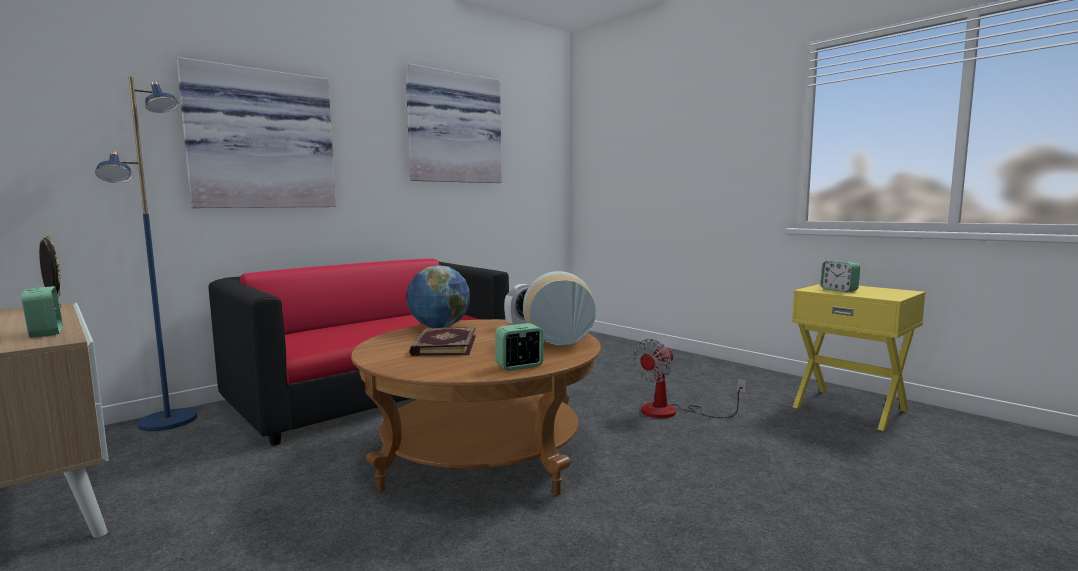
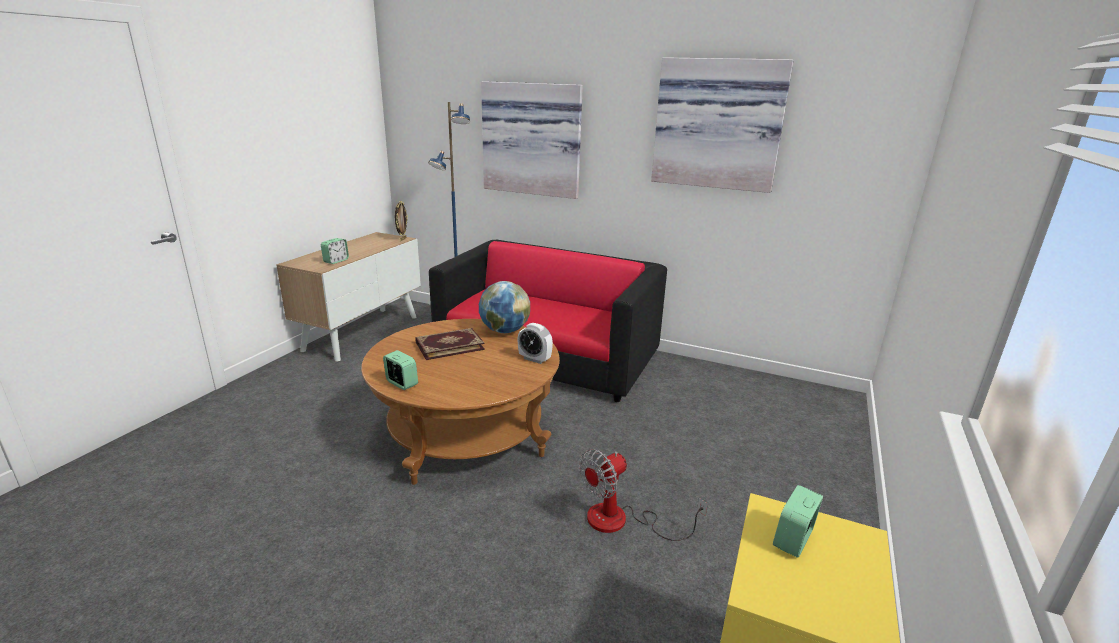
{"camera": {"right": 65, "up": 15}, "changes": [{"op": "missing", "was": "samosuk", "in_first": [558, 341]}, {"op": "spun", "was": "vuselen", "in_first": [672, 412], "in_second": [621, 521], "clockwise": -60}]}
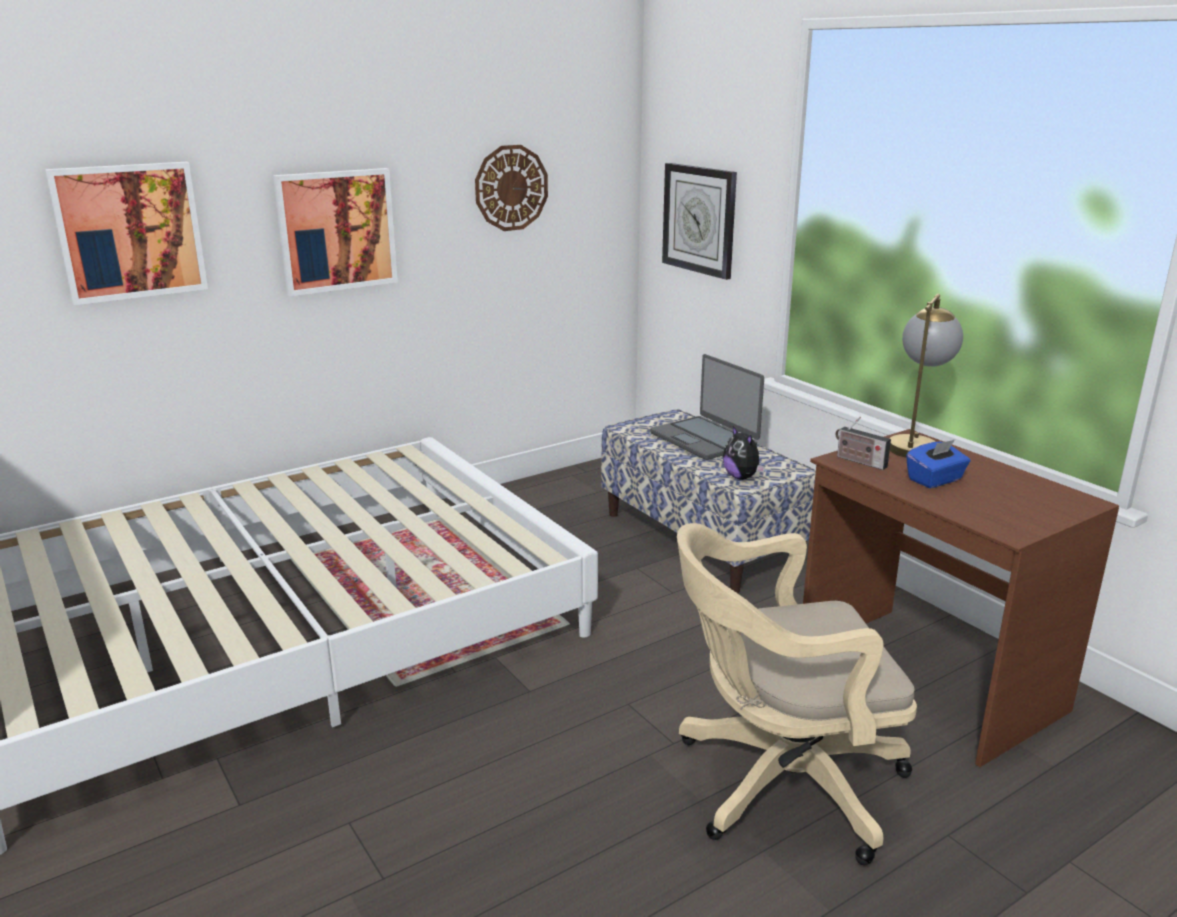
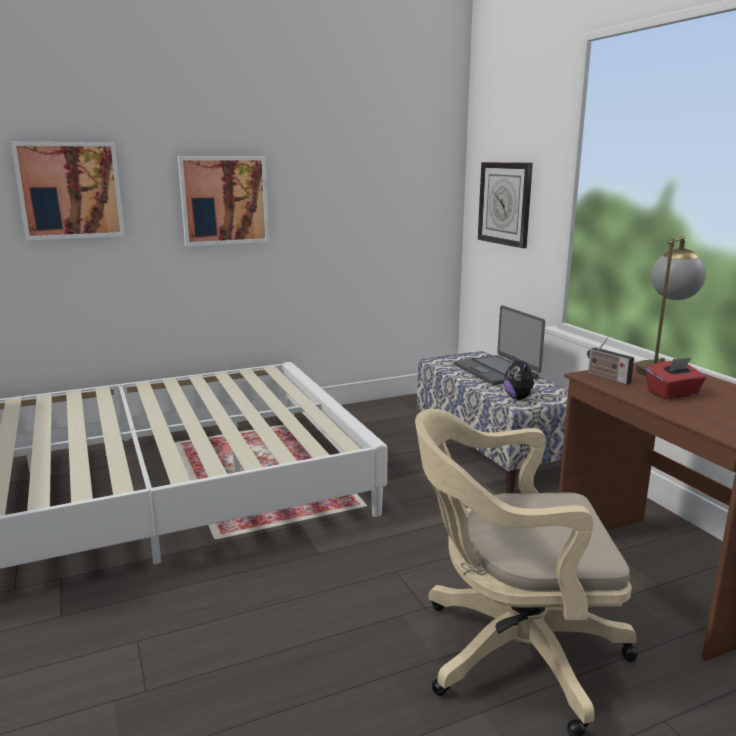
{"camera": {"right": 10, "up": -5}, "changes": [{"op": "missing", "was": "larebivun", "in_first": [511, 188]}, {"op": "colour", "was": "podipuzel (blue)", "now": "podipuzel (red)", "in_first": [935, 480], "in_second": [673, 394]}]}
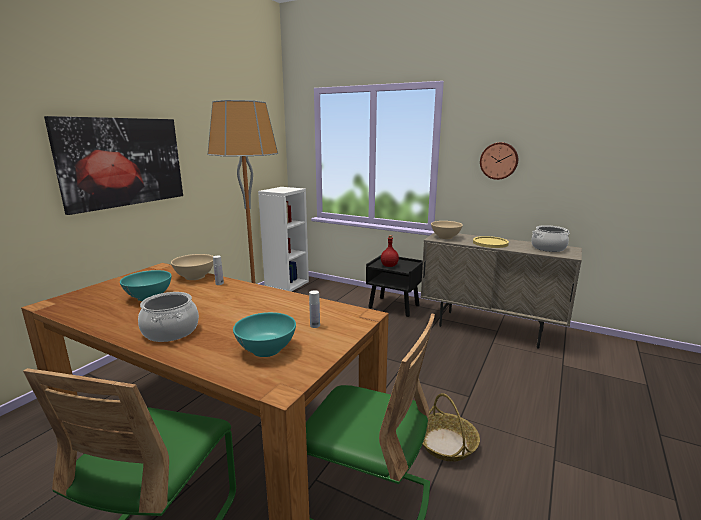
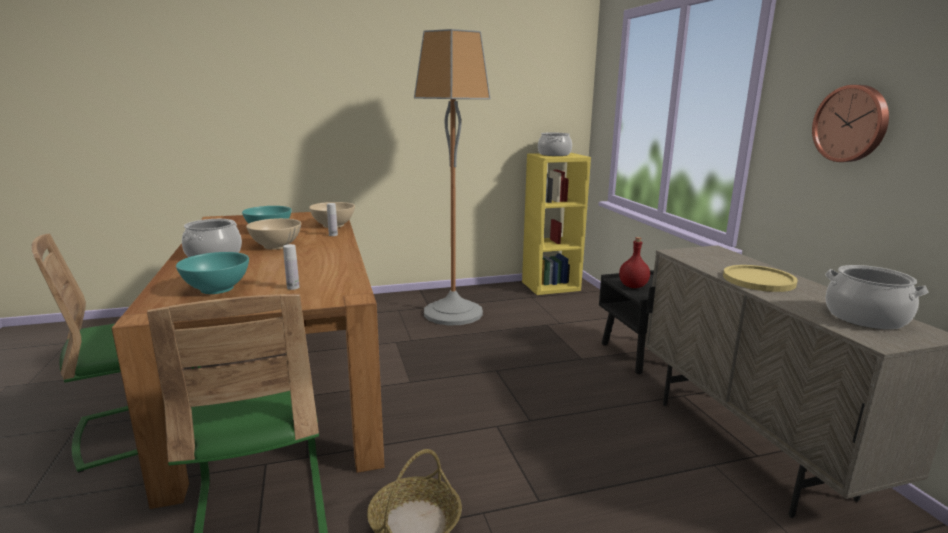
{"camera": {"right": 45, "up": 0}, "changes": [{"op": "missing", "was": "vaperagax", "in_first": [123, 162]}, {"op": "appeared", "now": "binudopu", "in_second": [554, 154]}, {"op": "relocated", "was": "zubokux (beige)", "in_first": [445, 237], "in_second": [276, 246]}, {"op": "colour", "was": "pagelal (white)", "now": "pagelal (yellow)", "in_first": [287, 284], "in_second": [551, 286]}]}
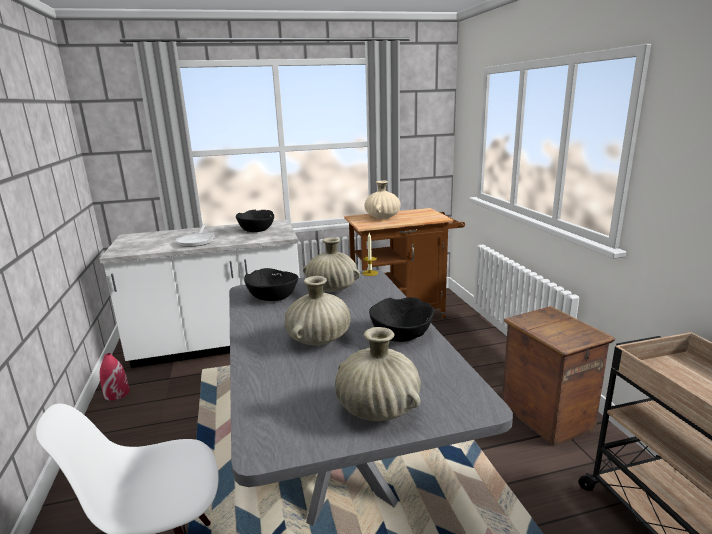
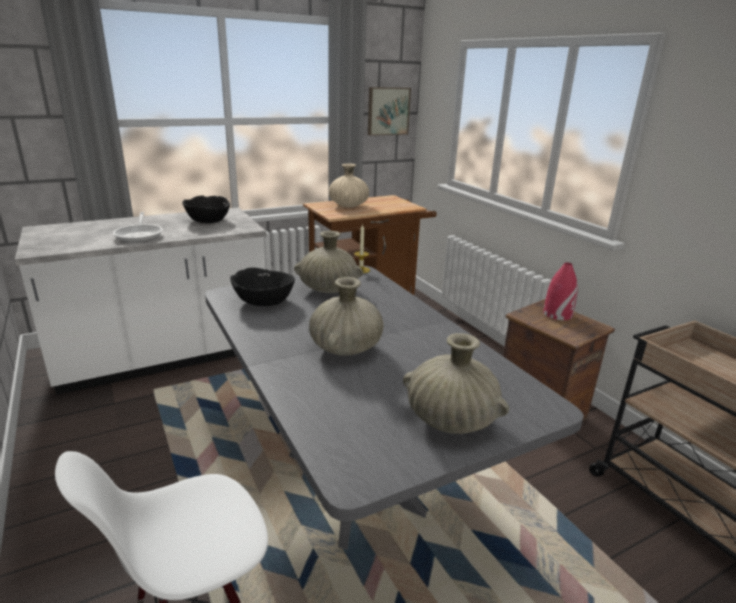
{"camera": {"right": -15, "up": 5}, "changes": [{"op": "missing", "was": "zubokux (black)", "in_first": [401, 334]}, {"op": "appeared", "now": "vaperagax", "in_second": [387, 111]}, {"op": "relocated", "was": "samosuk (red)", "in_first": [116, 393], "in_second": [557, 314]}]}
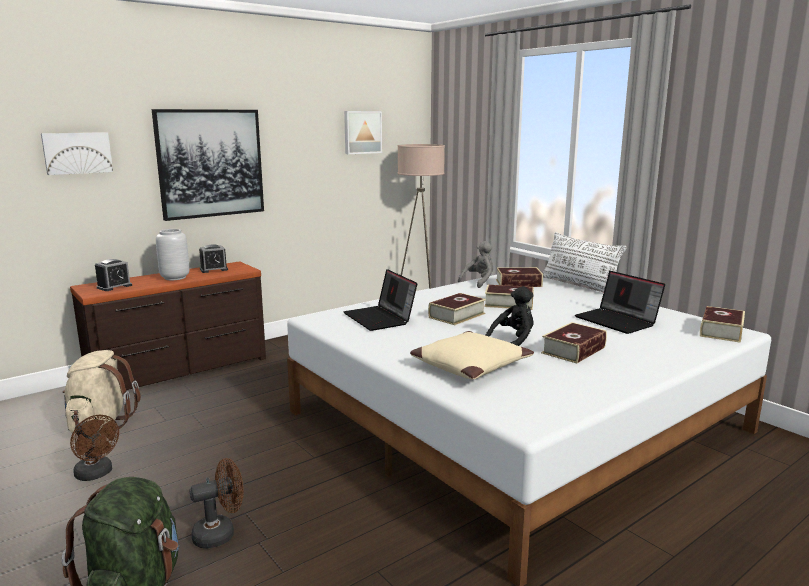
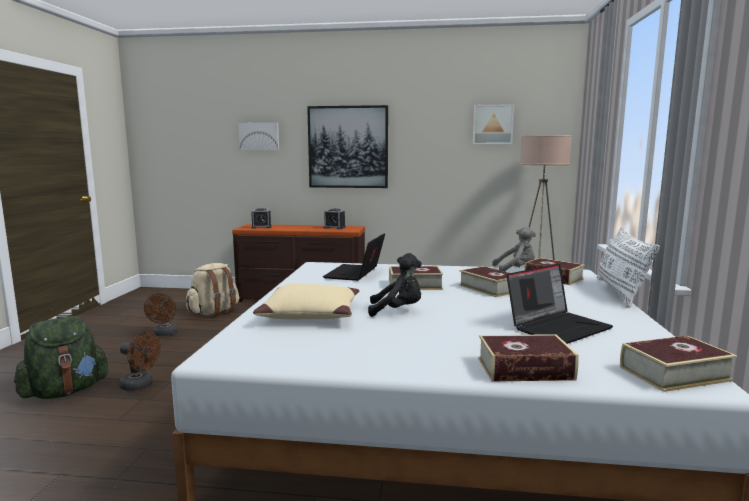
{"camera": {"right": 45, "up": -5}, "changes": [{"op": "missing", "was": "samosuk (grey)", "in_first": [175, 278]}, {"op": "relocated", "was": "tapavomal", "in_first": [573, 350], "in_second": [525, 369]}, {"op": "spun", "was": "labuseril", "in_first": [618, 321], "in_second": [558, 327], "clockwise": -135}]}
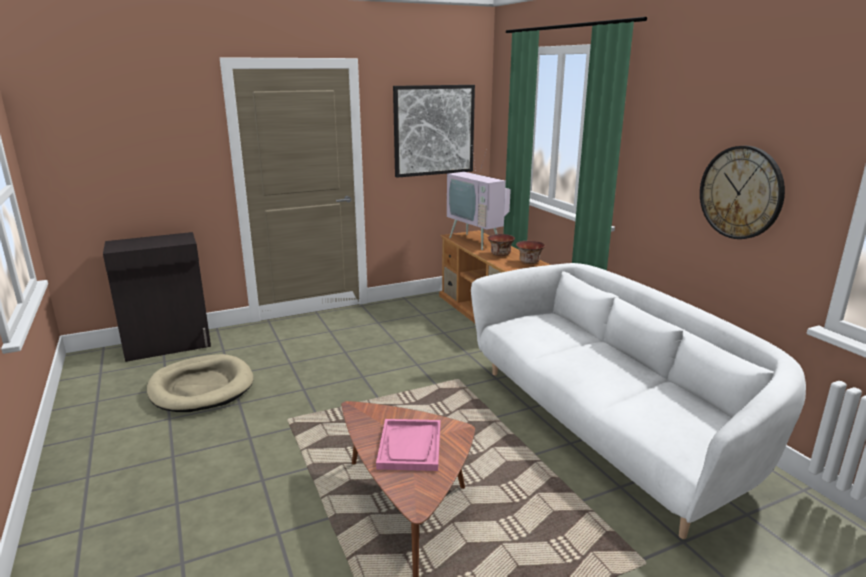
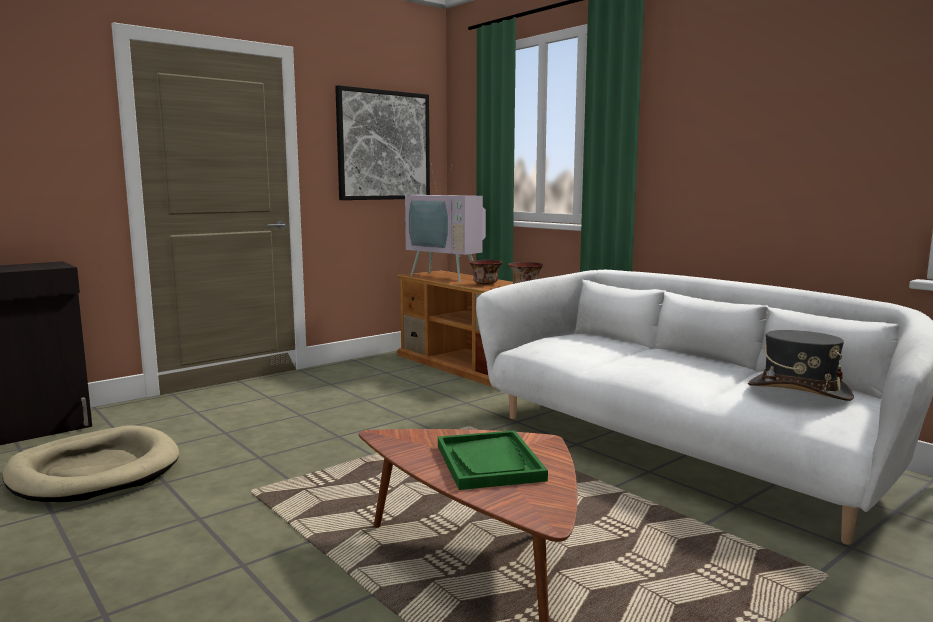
{"camera": {"right": -15, "up": -10}, "changes": [{"op": "missing", "was": "larebivun", "in_first": [741, 192]}, {"op": "appeared", "now": "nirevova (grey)", "in_second": [798, 391]}, {"op": "colour", "was": "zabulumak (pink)", "now": "zabulumak (green)", "in_first": [410, 446], "in_second": [489, 462]}]}
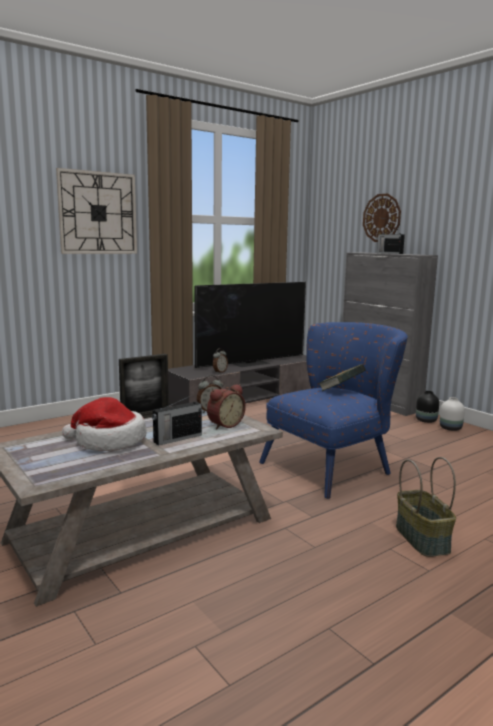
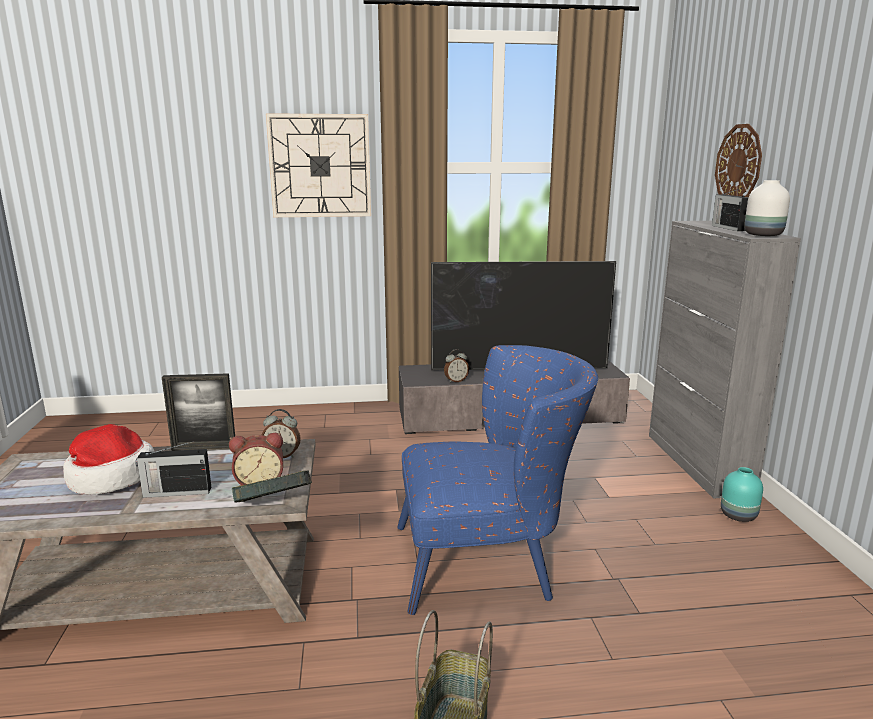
{"camera": {"right": 30, "up": 5}, "changes": [{"op": "relocated", "was": "tapavomal", "in_first": [341, 390], "in_second": [274, 507]}, {"op": "relocated", "was": "samosuk (white)", "in_first": [450, 428], "in_second": [764, 235]}, {"op": "colour", "was": "samosuk (black)", "now": "samosuk (turquoise)", "in_first": [426, 420], "in_second": [739, 516]}]}
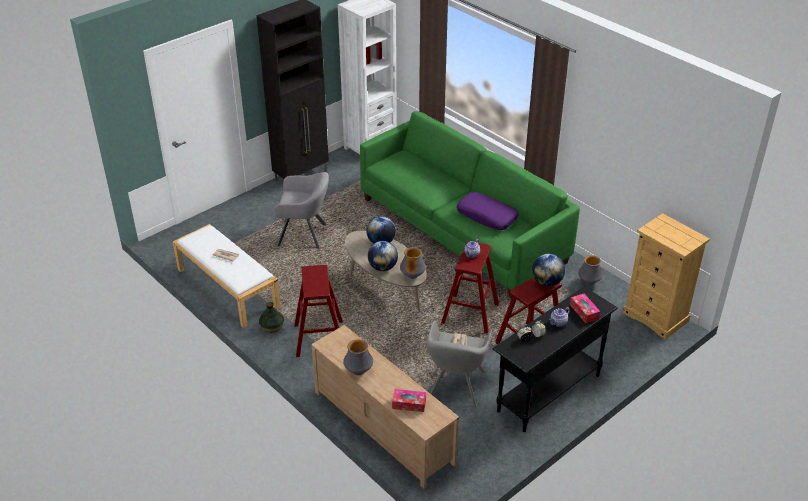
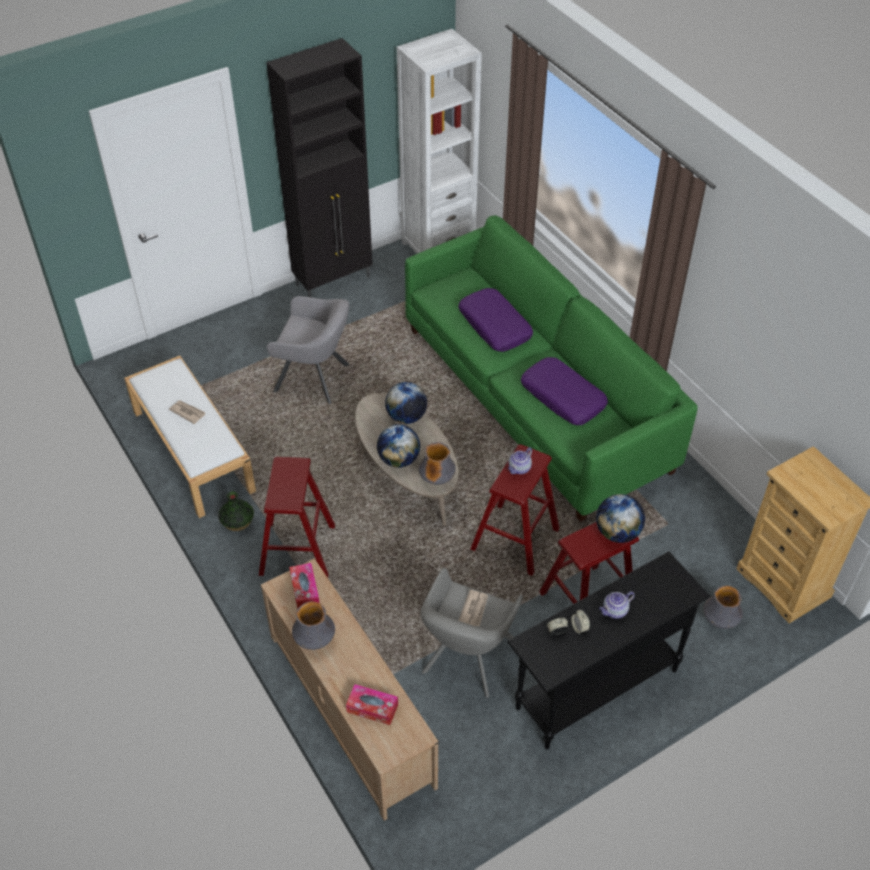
{"camera": {"right": 10, "up": 10}, "changes": [{"op": "appeared", "now": "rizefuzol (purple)", "in_second": [495, 326]}, {"op": "relocated", "was": "podipuzel", "in_first": [584, 312], "in_second": [305, 590]}, {"op": "relocated", "was": "samosuk", "in_first": [589, 282], "in_second": [719, 621]}]}
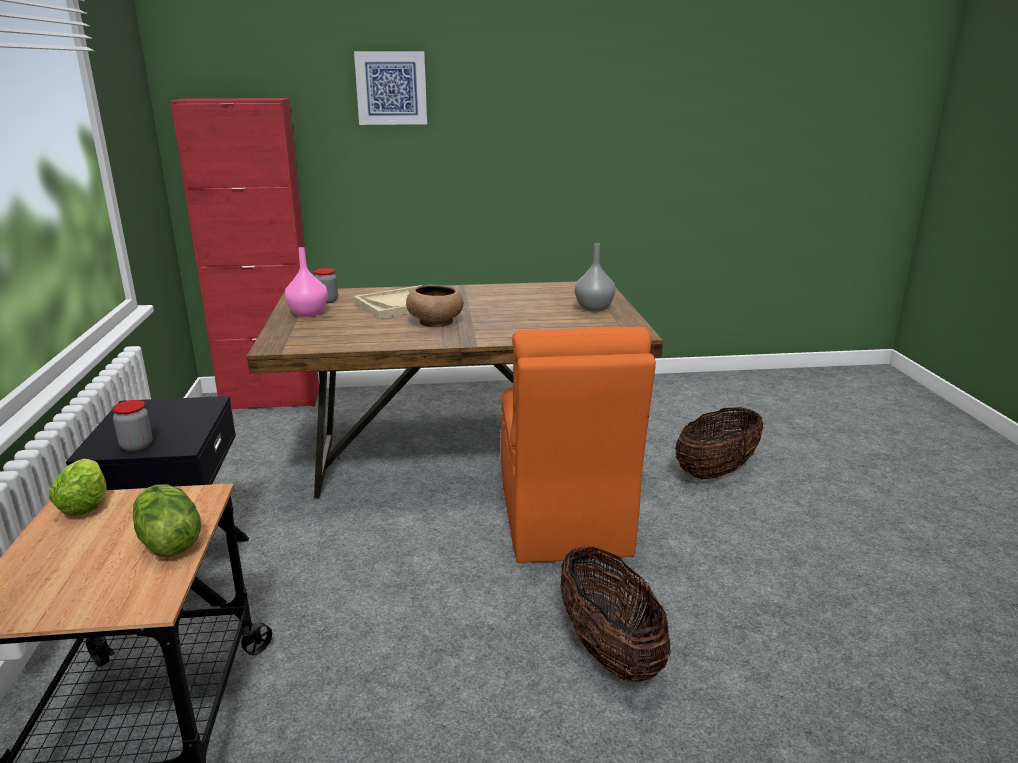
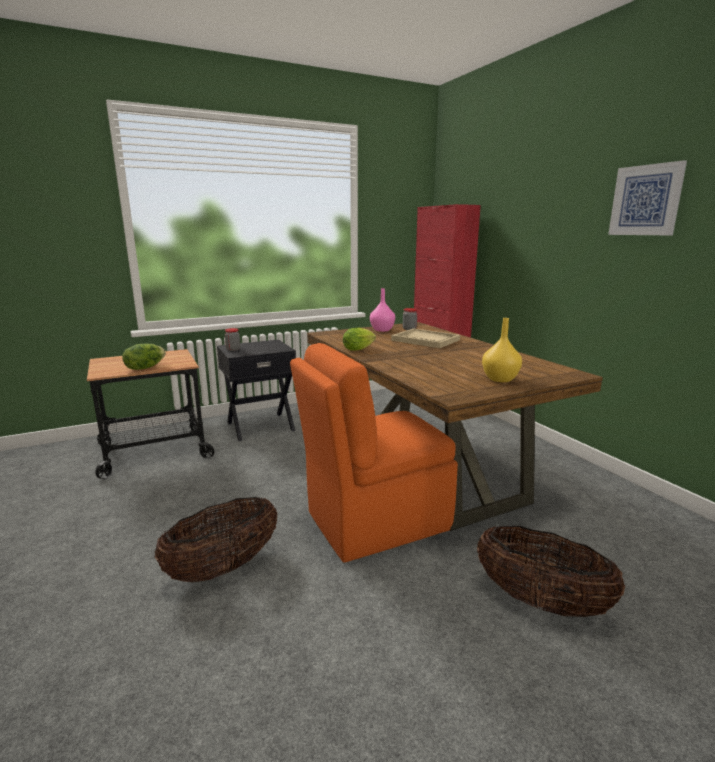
{"camera": {"right": 70, "up": -5}, "changes": [{"op": "missing", "was": "zubokux (brown)", "in_first": [436, 322]}, {"op": "relocated", "was": "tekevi", "in_first": [86, 503], "in_second": [360, 349]}, {"op": "relocated", "was": "vaperagax", "in_first": [391, 88], "in_second": [646, 200]}, {"op": "colour", "was": "samosuk (grey)", "now": "samosuk (yellow)", "in_first": [594, 309], "in_second": [499, 379]}]}
